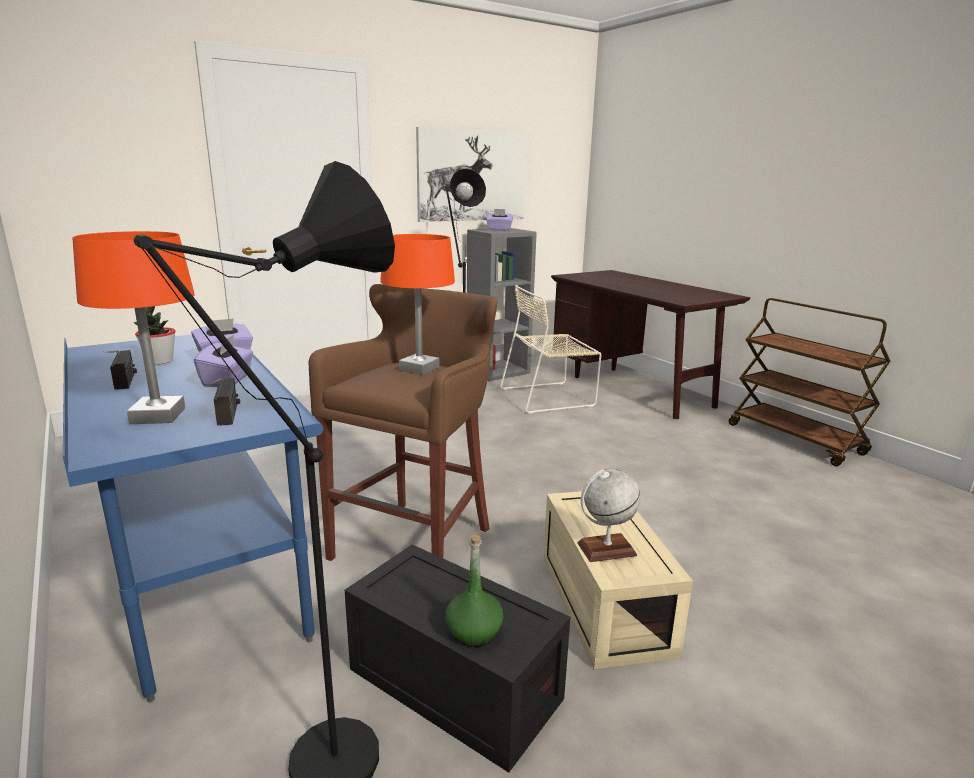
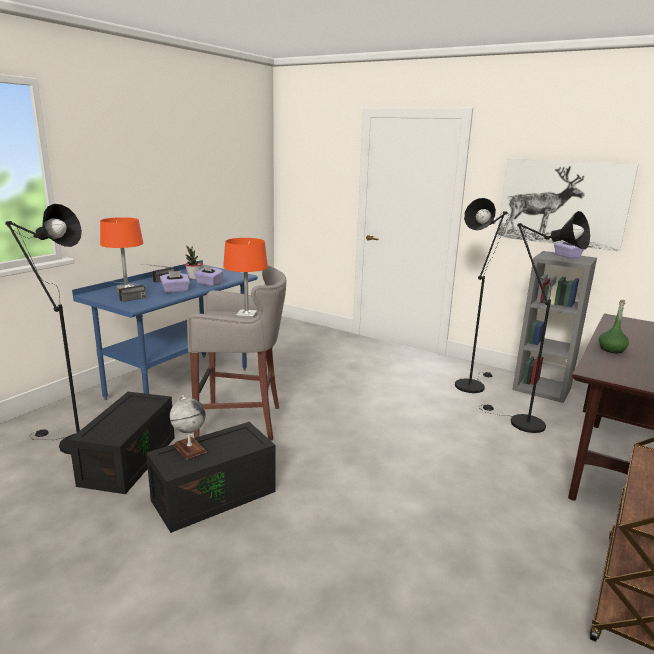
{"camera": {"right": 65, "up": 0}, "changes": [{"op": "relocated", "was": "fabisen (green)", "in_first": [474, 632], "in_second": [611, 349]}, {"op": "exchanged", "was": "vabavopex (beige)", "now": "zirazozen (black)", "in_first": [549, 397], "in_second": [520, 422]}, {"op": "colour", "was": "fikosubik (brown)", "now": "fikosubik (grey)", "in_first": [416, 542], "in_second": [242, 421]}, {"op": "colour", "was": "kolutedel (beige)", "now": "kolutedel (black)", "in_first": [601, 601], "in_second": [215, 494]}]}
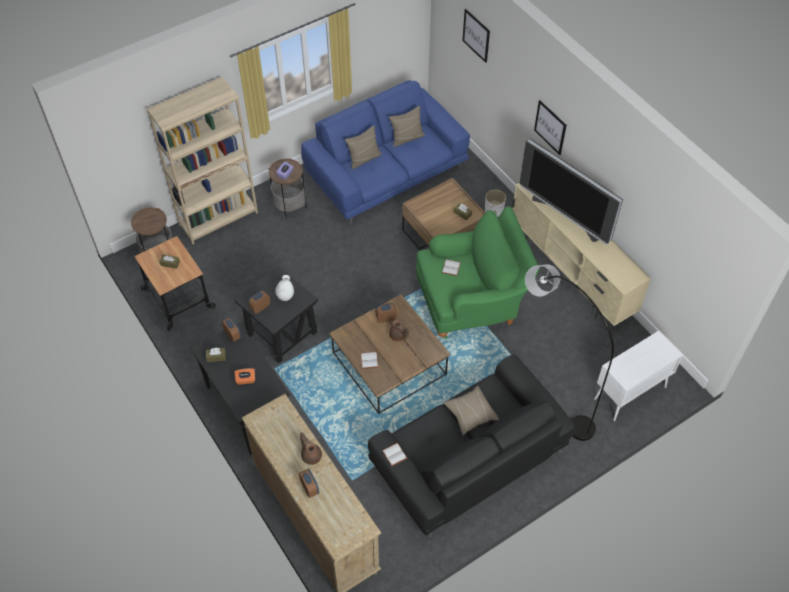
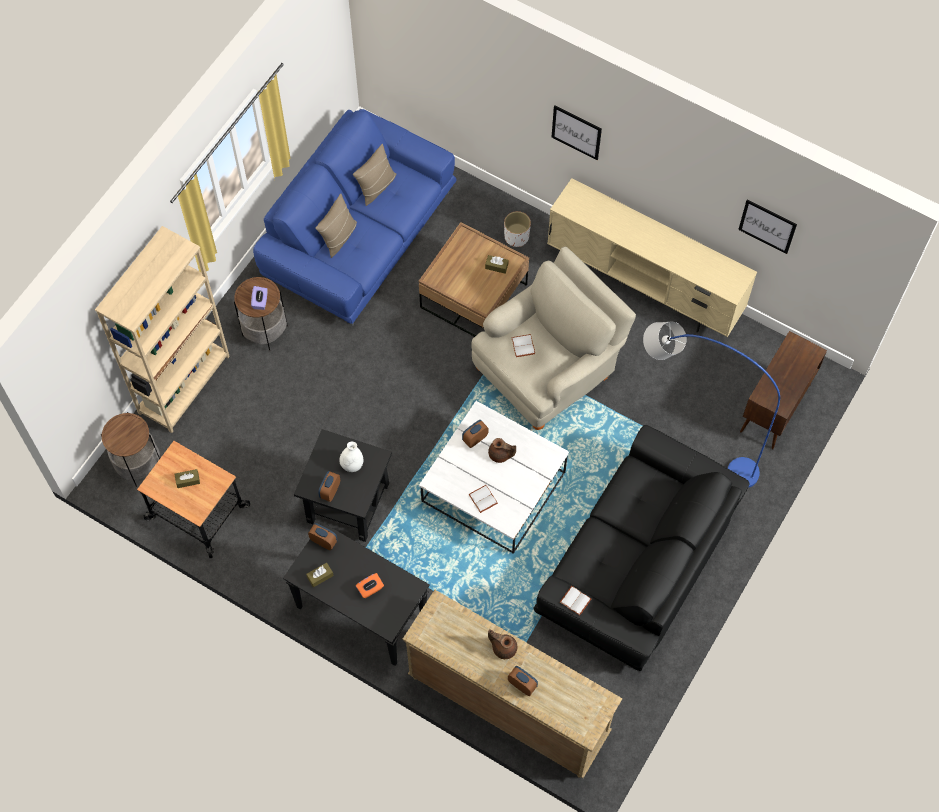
{"camera": {"right": -25, "up": 10}, "changes": [{"op": "missing", "was": "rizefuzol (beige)", "in_first": [470, 414]}, {"op": "missing", "was": "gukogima", "in_first": [567, 216]}, {"op": "relocated", "was": "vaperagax", "in_first": [476, 35], "in_second": [767, 226]}, {"op": "colour", "was": "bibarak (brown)", "now": "bibarak (white)", "in_first": [389, 364], "in_second": [494, 488]}, {"op": "colour", "was": "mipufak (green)", "now": "mipufak (beige)", "in_first": [471, 302], "in_second": [548, 369]}, {"op": "colour", "was": "zirazozen (grey)", "now": "zirazozen (blue)", "in_first": [550, 392], "in_second": [689, 444]}, {"op": "colour", "was": "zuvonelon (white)", "now": "zuvonelon (brown)", "in_first": [629, 393], "in_second": [775, 409]}]}
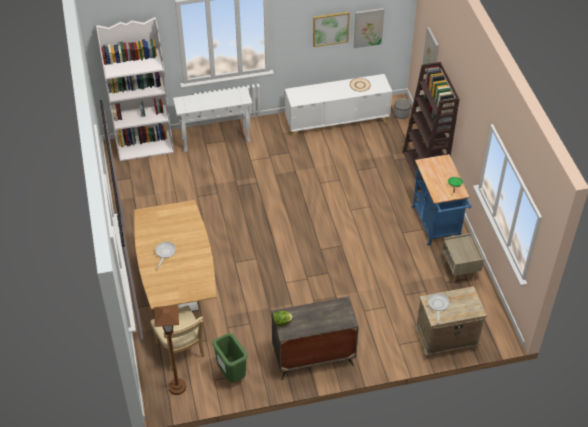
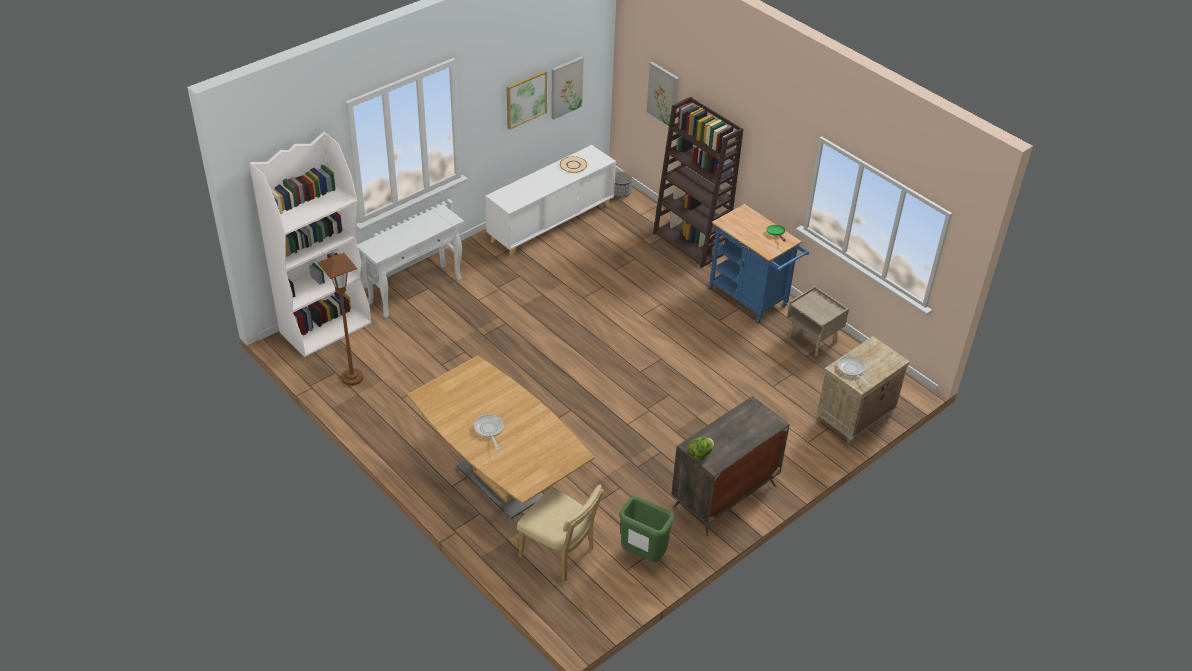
{"camera": {"right": -30, "up": -5}, "changes": [{"op": "relocated", "was": "zirazozen (brown)", "in_first": [177, 387], "in_second": [352, 378]}]}
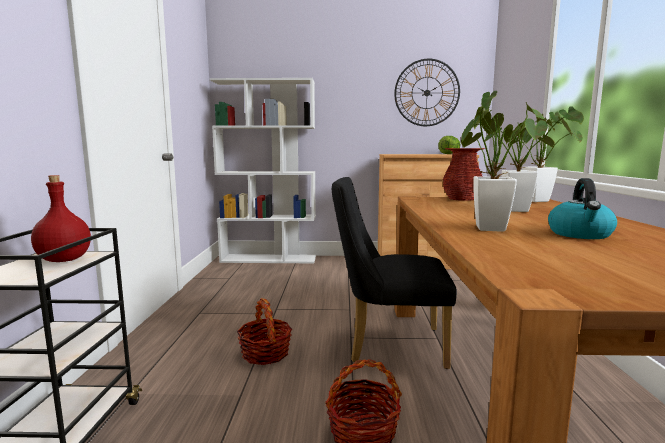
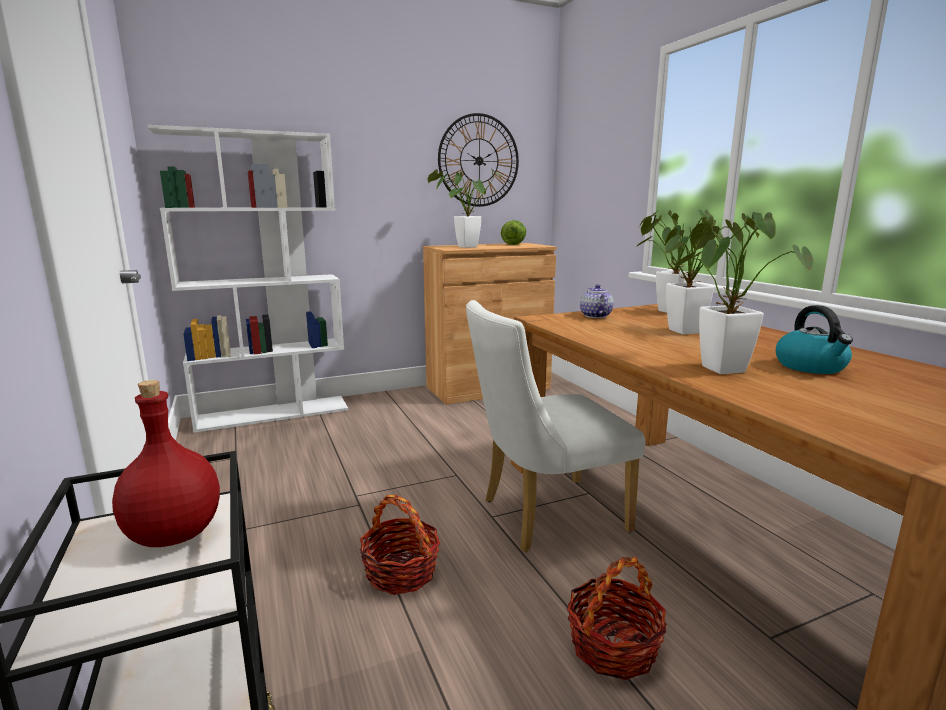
{"camera": {"right": -25, "up": 5}, "changes": [{"op": "appeared", "now": "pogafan", "in_second": [463, 247]}, {"op": "exchanged", "was": "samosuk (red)", "now": "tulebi", "in_first": [461, 199], "in_second": [595, 316]}, {"op": "colour", "was": "vabavopex (black)", "now": "vabavopex (white)", "in_first": [388, 345], "in_second": [544, 516]}]}
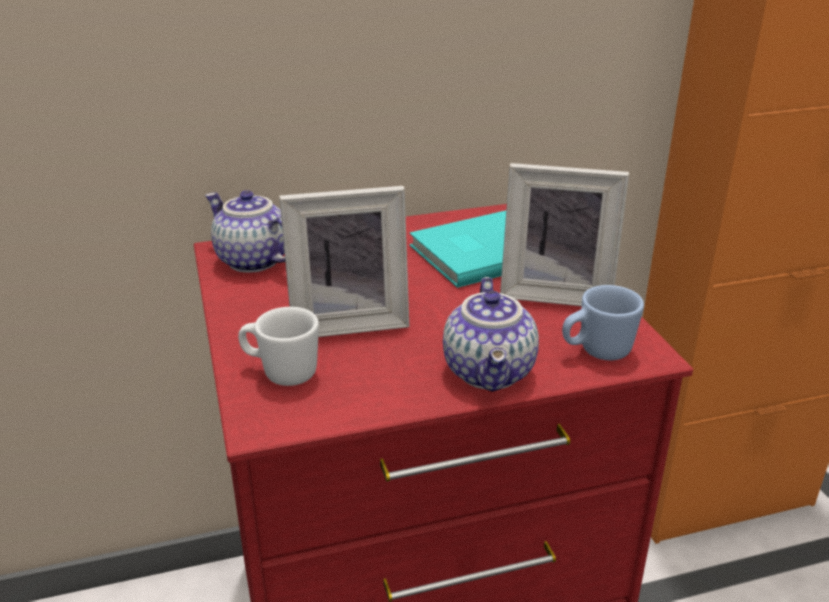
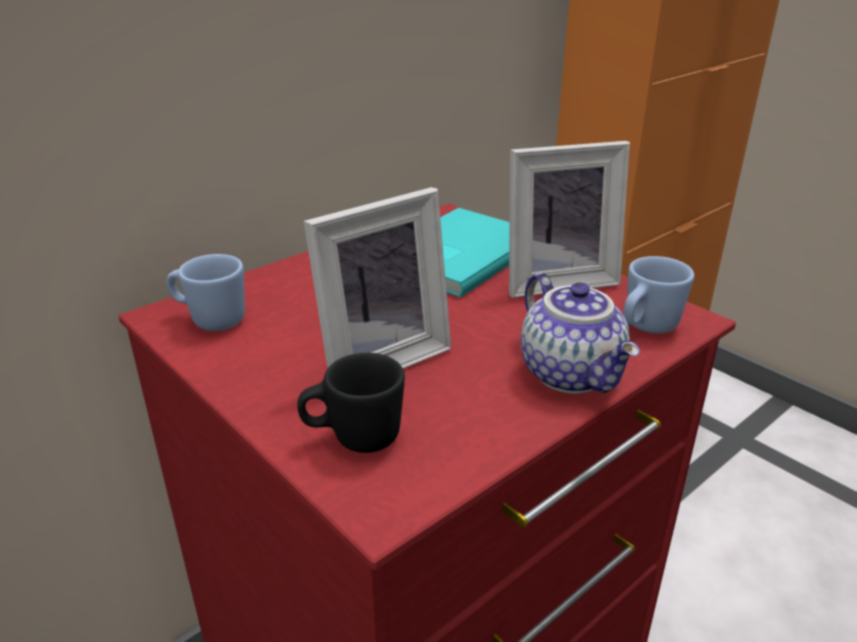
{"camera": {"right": -25, "up": 0}, "changes": [{"op": "exchanged", "was": "tulebi", "now": "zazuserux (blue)", "in_first": [251, 261], "in_second": [210, 320]}, {"op": "colour", "was": "zazuserux (white)", "now": "zazuserux (black)", "in_first": [281, 372], "in_second": [354, 438]}]}
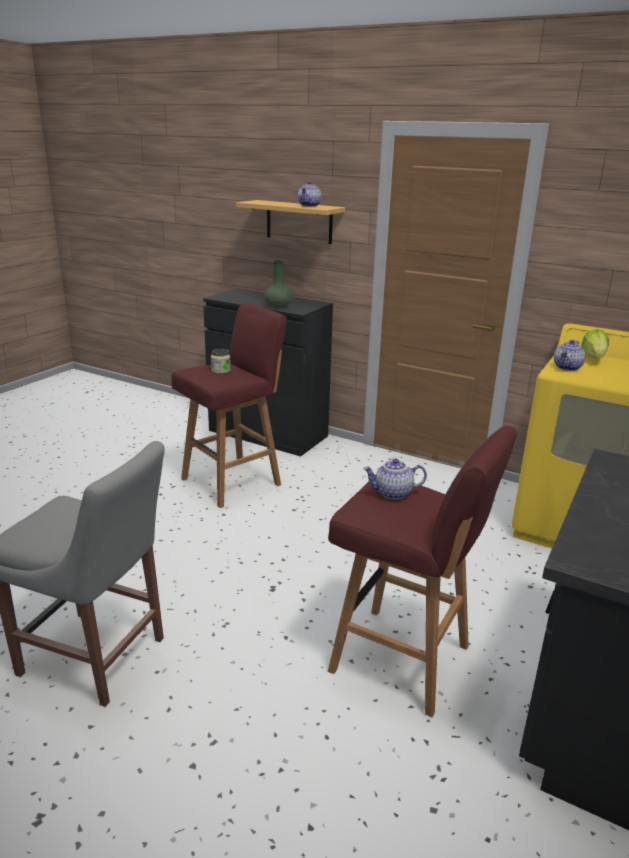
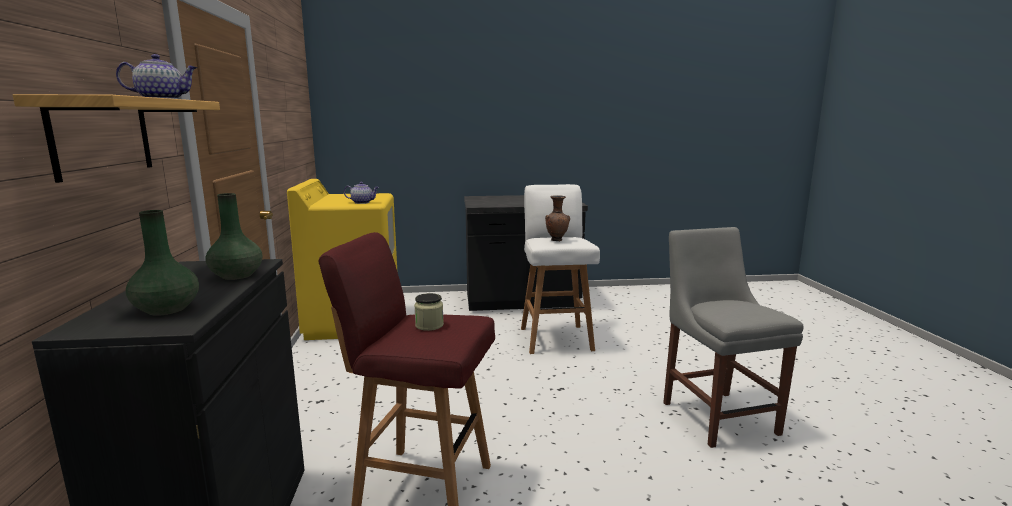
{"camera": {"right": -125, "up": -10}, "changes": [{"op": "missing", "was": "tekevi", "in_first": [593, 358]}, {"op": "appeared", "now": "samosuk (green)", "in_second": [166, 309]}, {"op": "exchanged", "was": "tulebi", "now": "samosuk (brown)", "in_first": [393, 493], "in_second": [556, 240]}, {"op": "colour", "was": "fikosubik (red)", "now": "fikosubik (white)", "in_first": [403, 660], "in_second": [556, 338]}]}
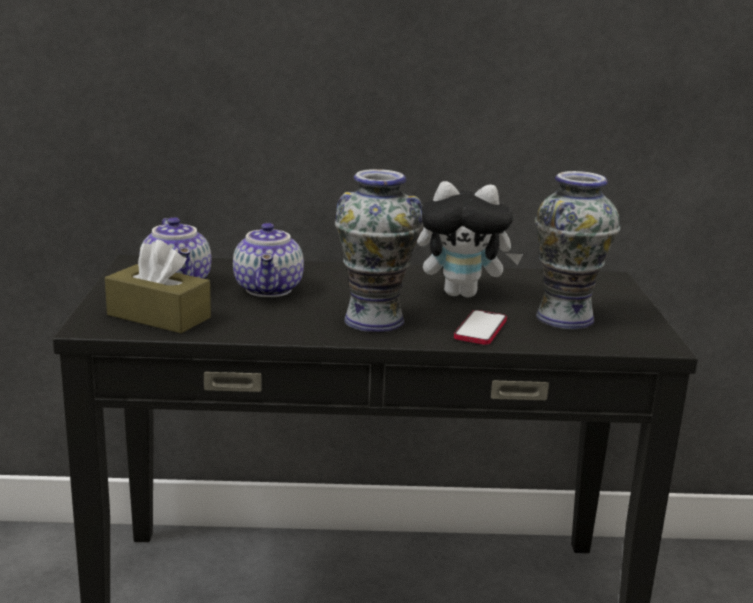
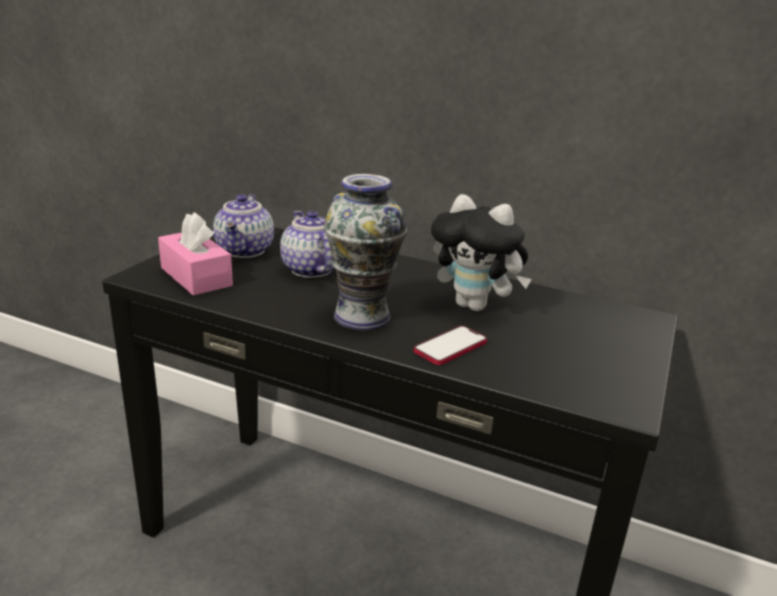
{"camera": {"right": 25, "up": 5}, "changes": [{"op": "missing", "was": "samosuk", "in_first": [564, 317]}, {"op": "colour", "was": "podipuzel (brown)", "now": "podipuzel (pink)", "in_first": [159, 316], "in_second": [196, 277]}, {"op": "spun", "was": "tulebi", "in_first": [270, 290], "in_second": [309, 269], "clockwise": 135}]}
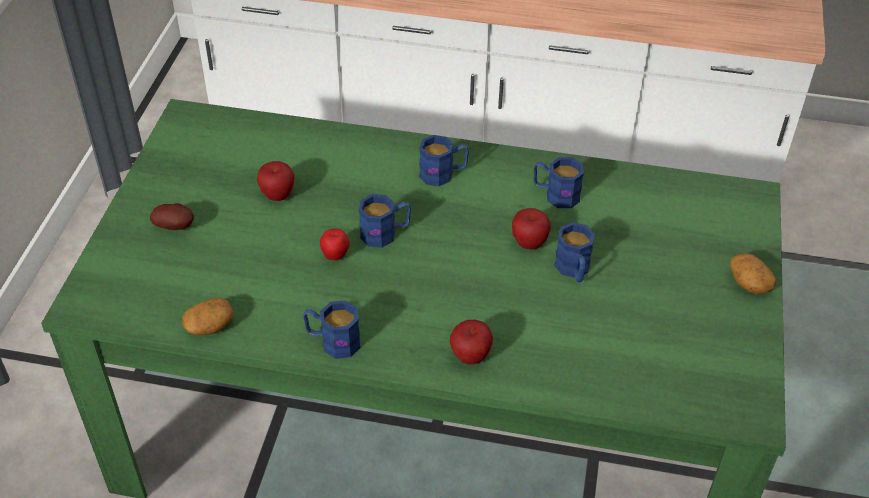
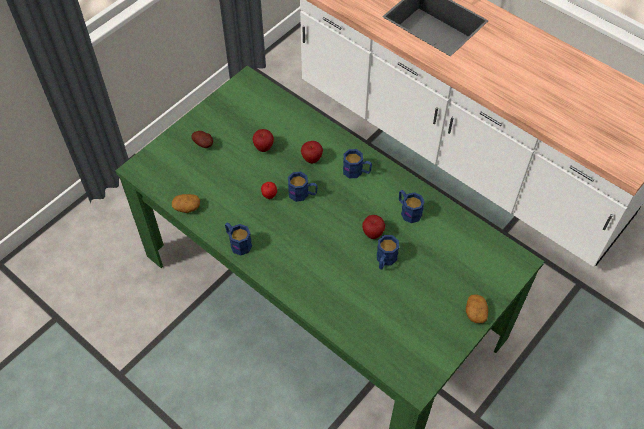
{"camera": {"right": 30, "up": 10}, "changes": [{"op": "relocated", "was": "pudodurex", "in_first": [470, 357], "in_second": [312, 159]}]}
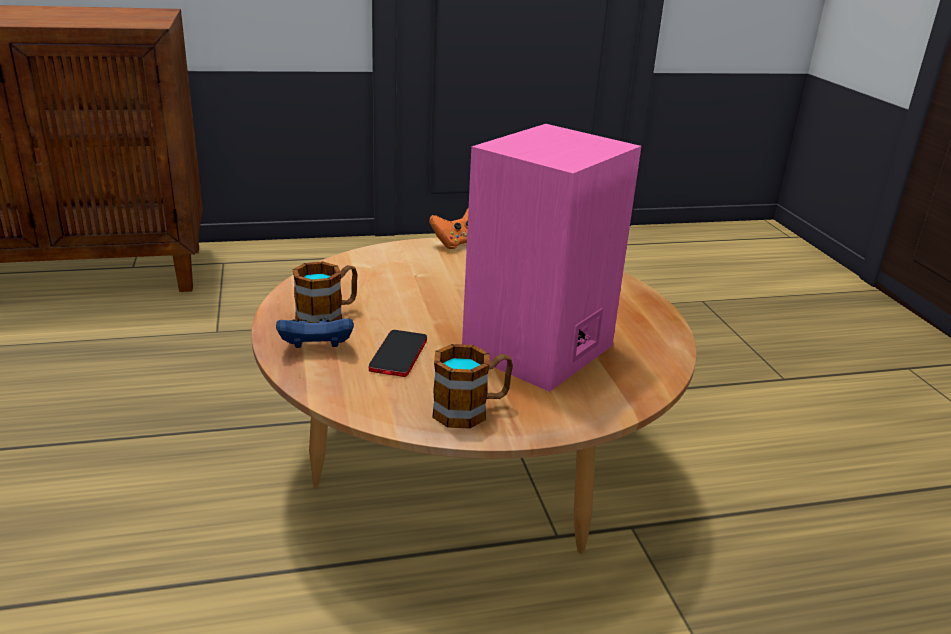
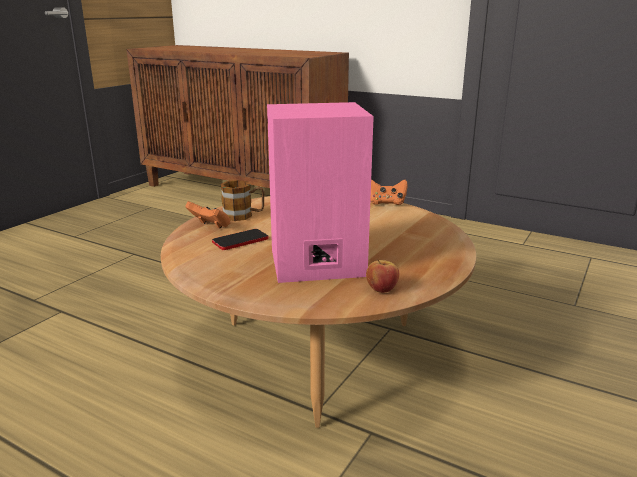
{"camera": {"right": 45, "up": -5}, "changes": [{"op": "missing", "was": "zazuserux", "in_first": [471, 410]}, {"op": "appeared", "now": "pudodurex", "in_second": [381, 289]}, {"op": "colour", "was": "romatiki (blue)", "now": "romatiki (orange)", "in_first": [316, 348], "in_second": [210, 226]}]}
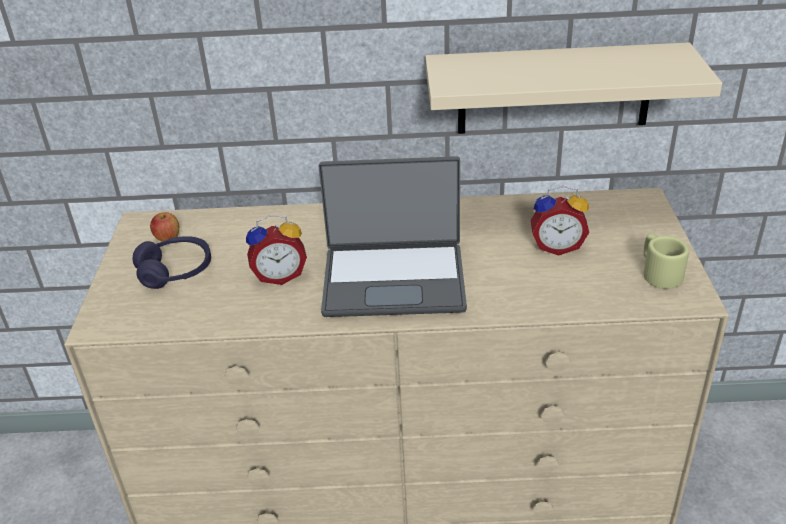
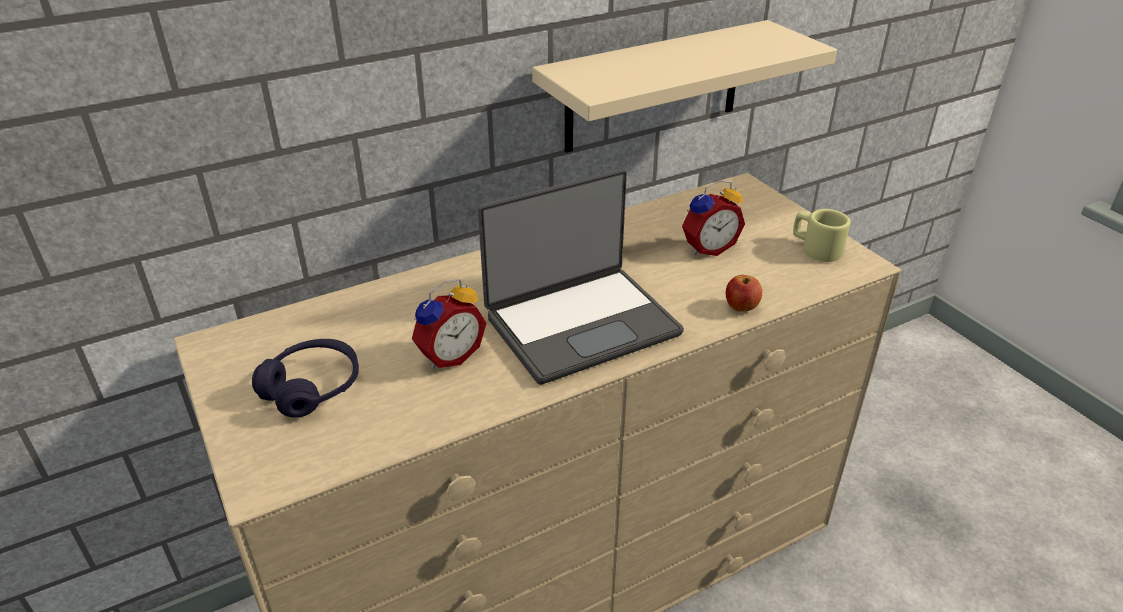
{"camera": {"right": -30, "up": 0}, "changes": [{"op": "relocated", "was": "pudodurex", "in_first": [167, 239], "in_second": [741, 307]}]}
